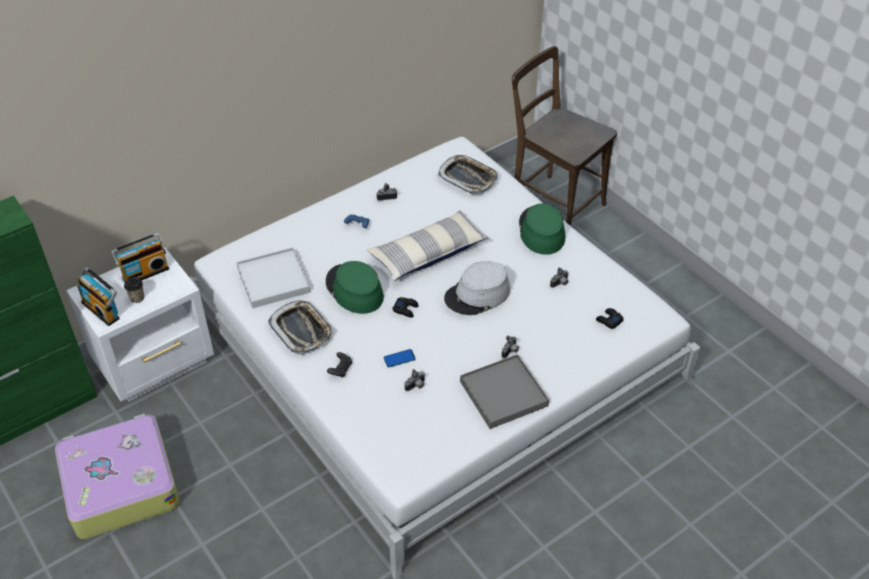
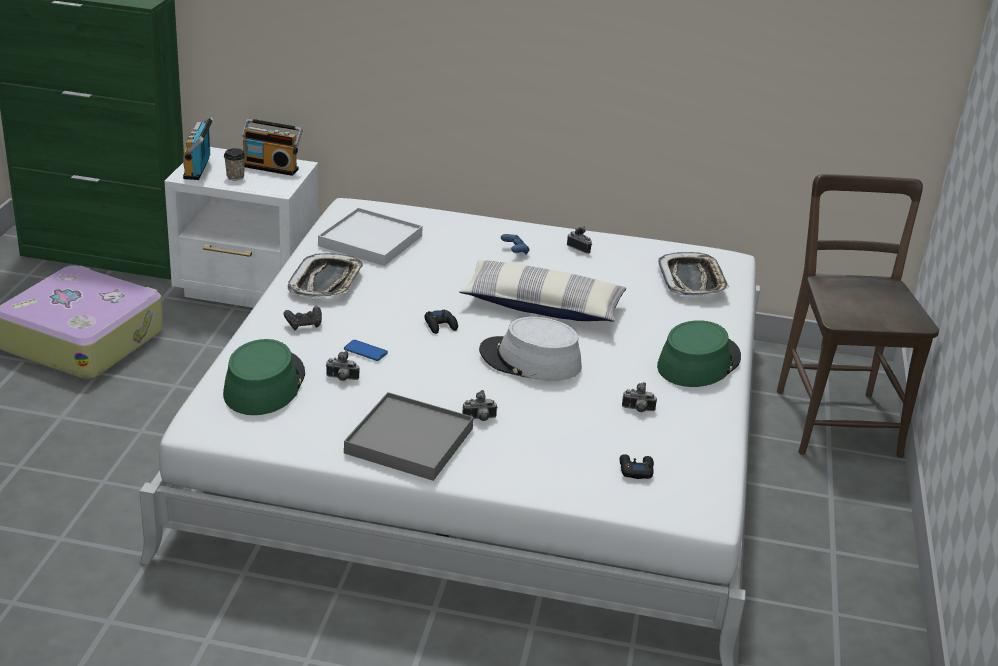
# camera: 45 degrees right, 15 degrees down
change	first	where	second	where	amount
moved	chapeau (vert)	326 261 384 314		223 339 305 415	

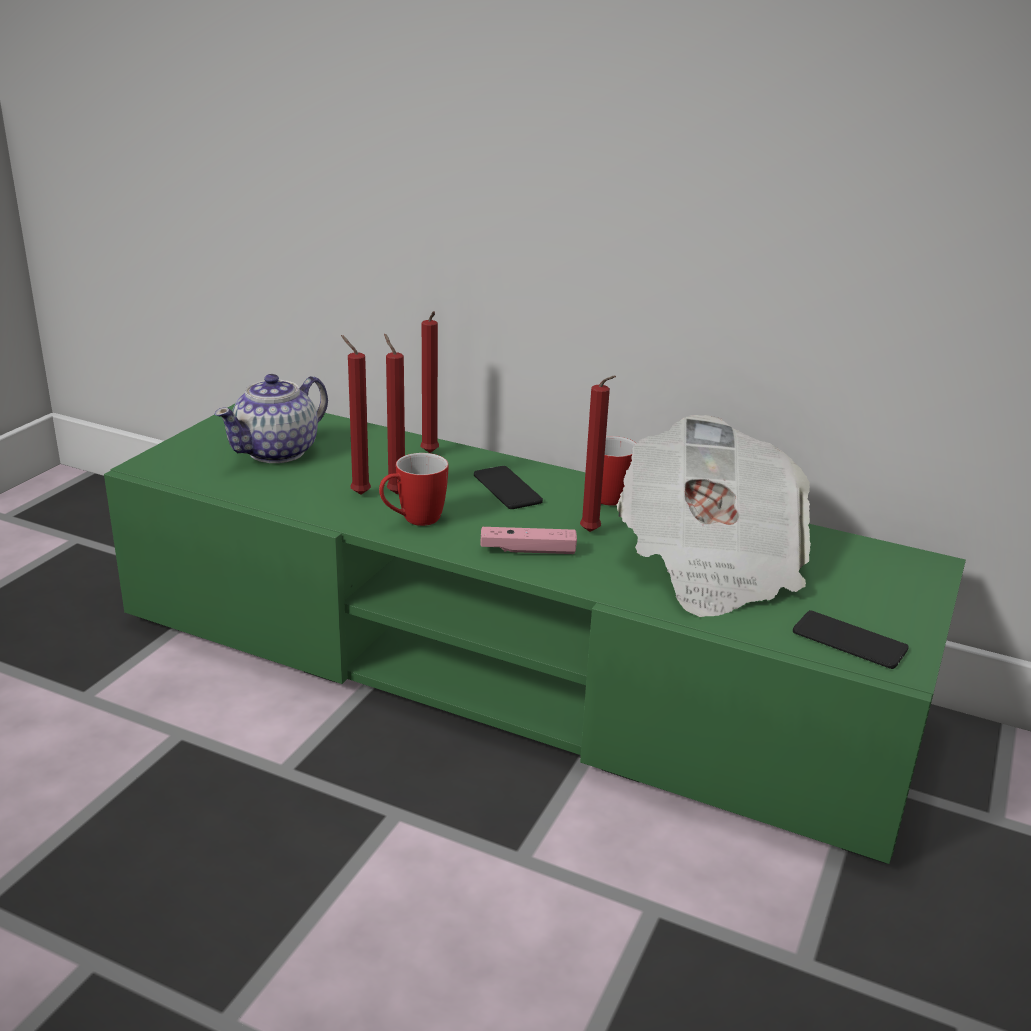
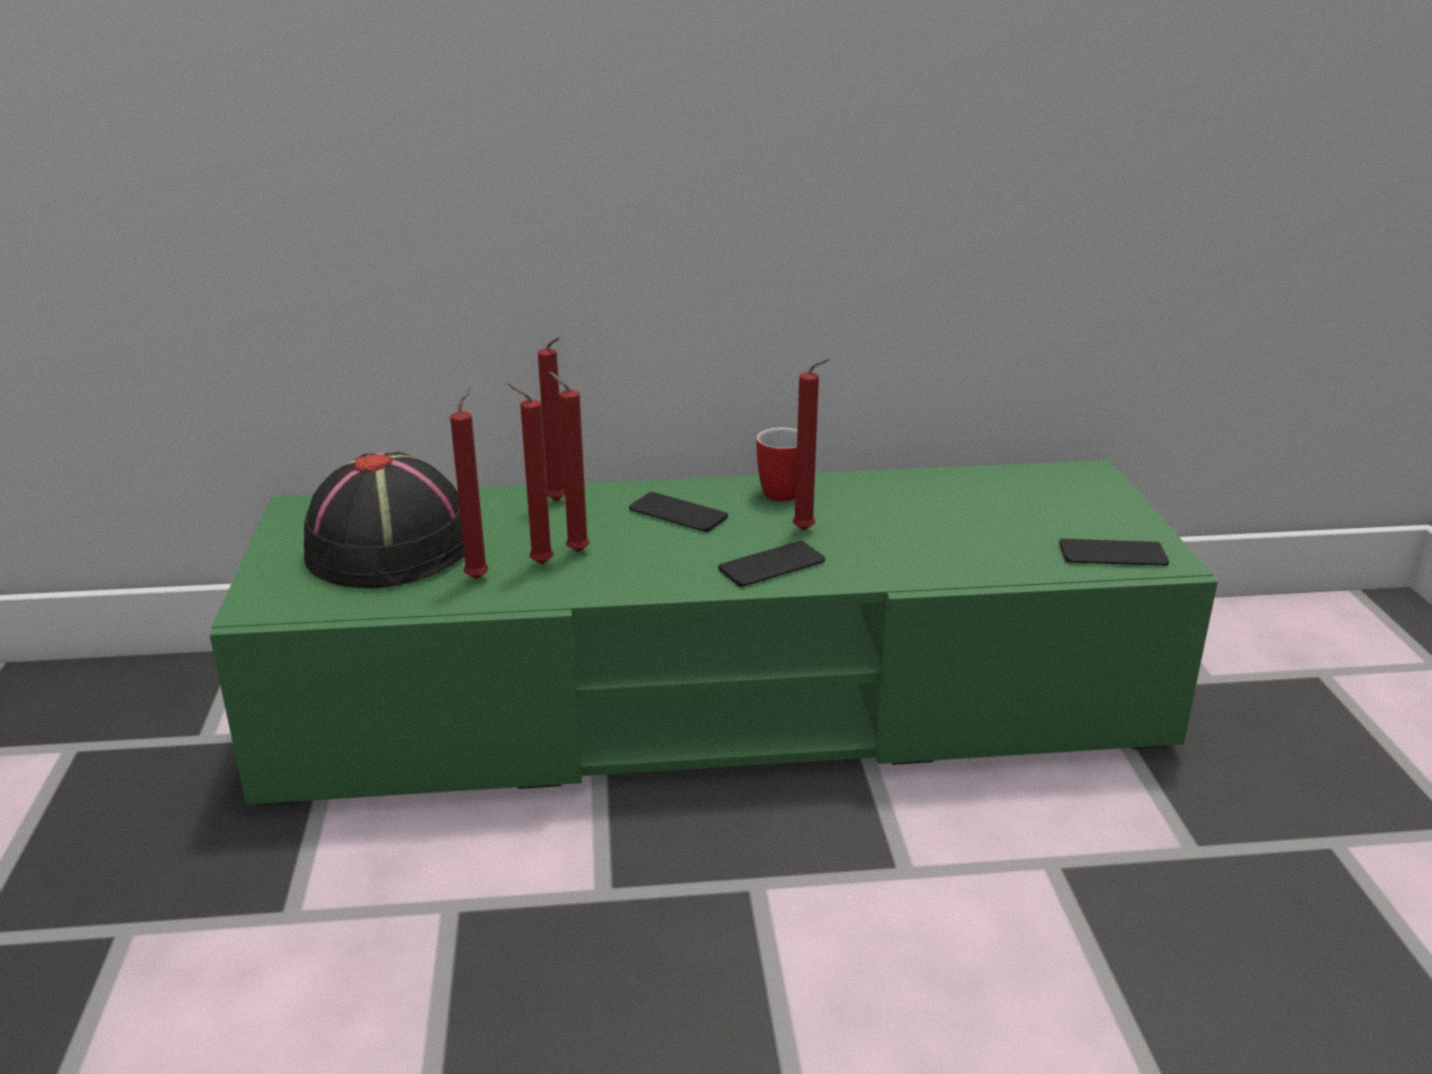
# camera: 30 degrees left, 0 degrees up
change	first	where	second	where	amount
replaced	théière	214 374 328 463	chapeau (noir)	304 452 464 588	
removed	mug	379 453 448 526			
replaced	manette (rose)	481 527 577 554	téléphone	718 541 825 587	
removed	journal	616 415 811 617			
added			bougie (rouge)	450 388 489 579	

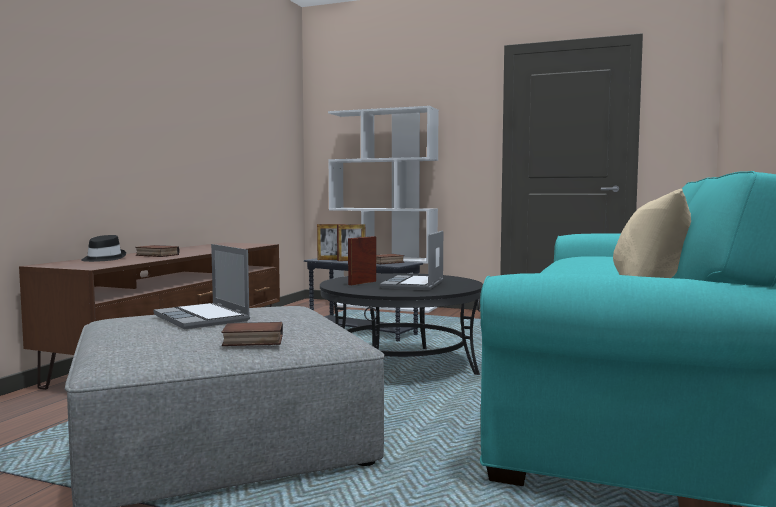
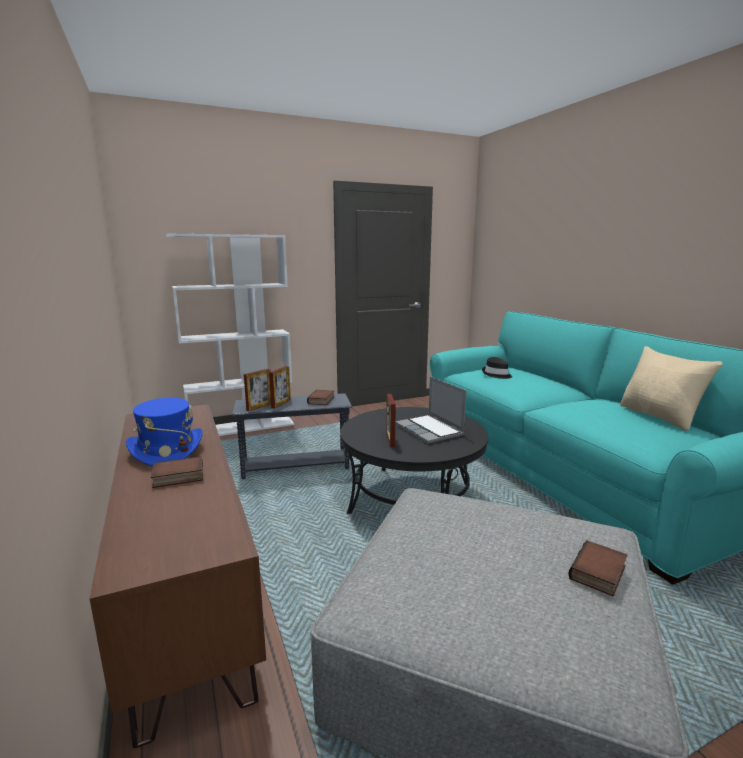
# camera: 45 degrees left, 10 degrees up
change	first	where	second	where	amount
moved	chapeau (noir)	81 235 126 262		482 357 513 379	
removed	ordinateur portable	153 244 250 329			
added			chapeau (bleu)	126 398 203 466	

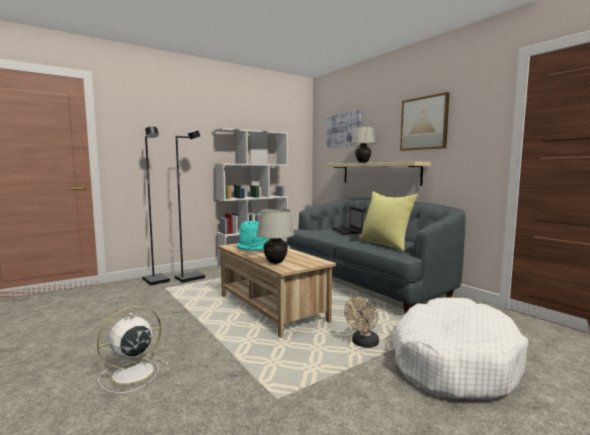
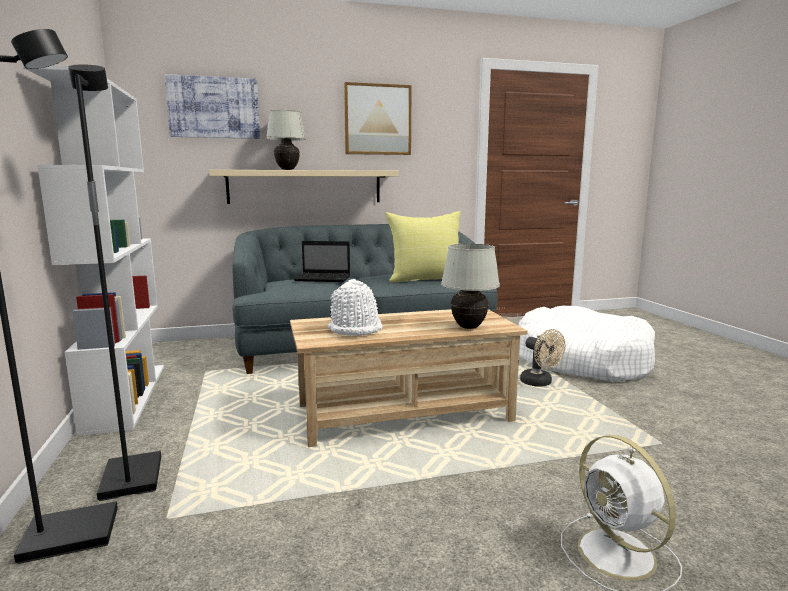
# camera: 70 degrees left, 5 degrees up
change	first	where	second	where	amount
recoloured	chapeau (turquoise)	237 221 270 251	chapeau (blanc)	327 279 383 336	

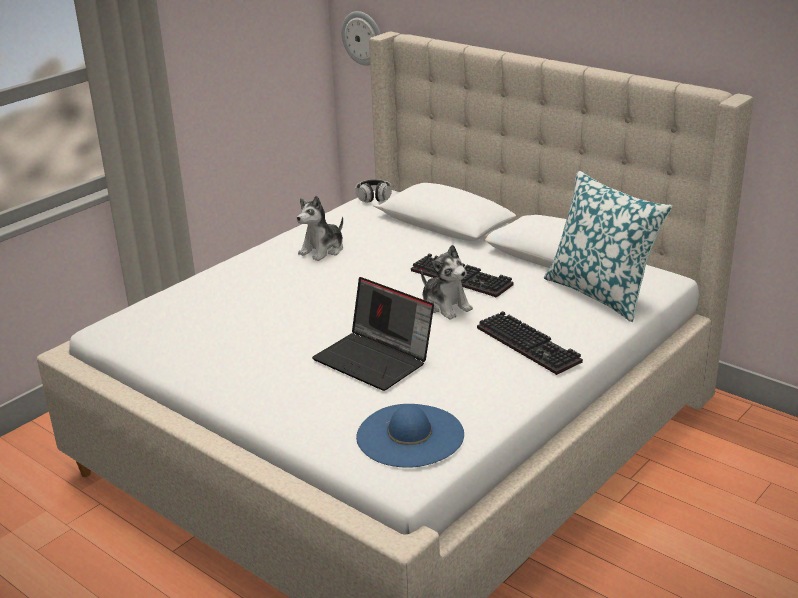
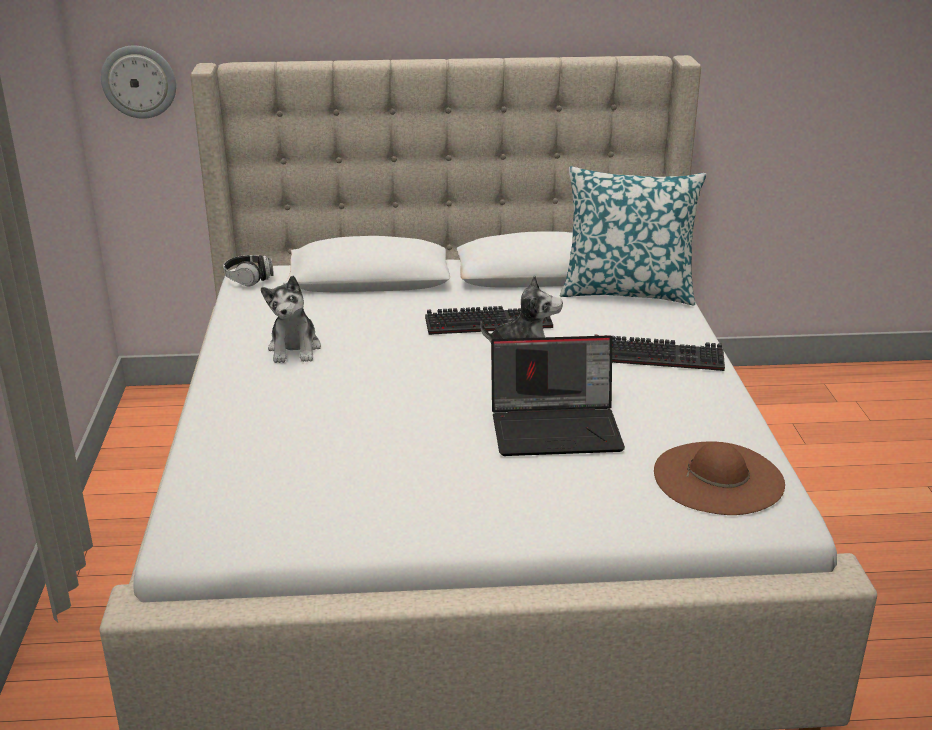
# camera: 45 degrees left, 0 degrees up
change	first	where	second	where	amount
recoloured	chapeau (bleu)	356 404 464 468	chapeau (marron)	654 441 785 515	

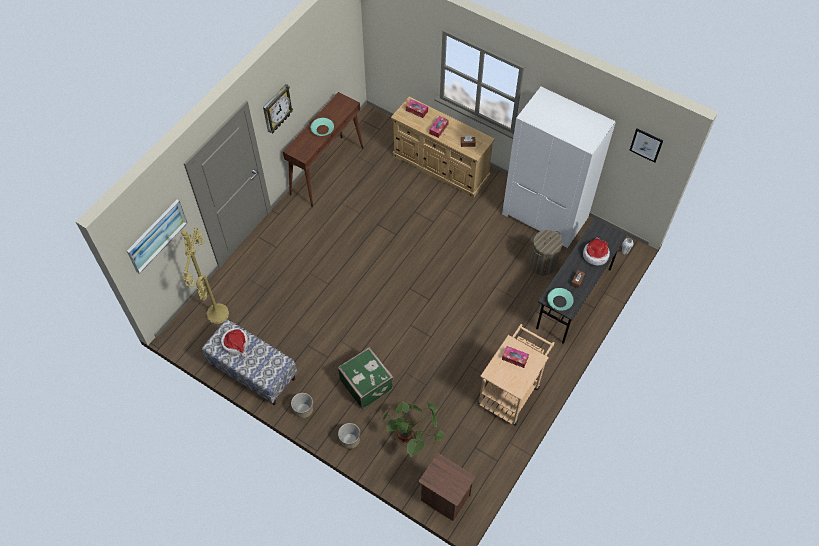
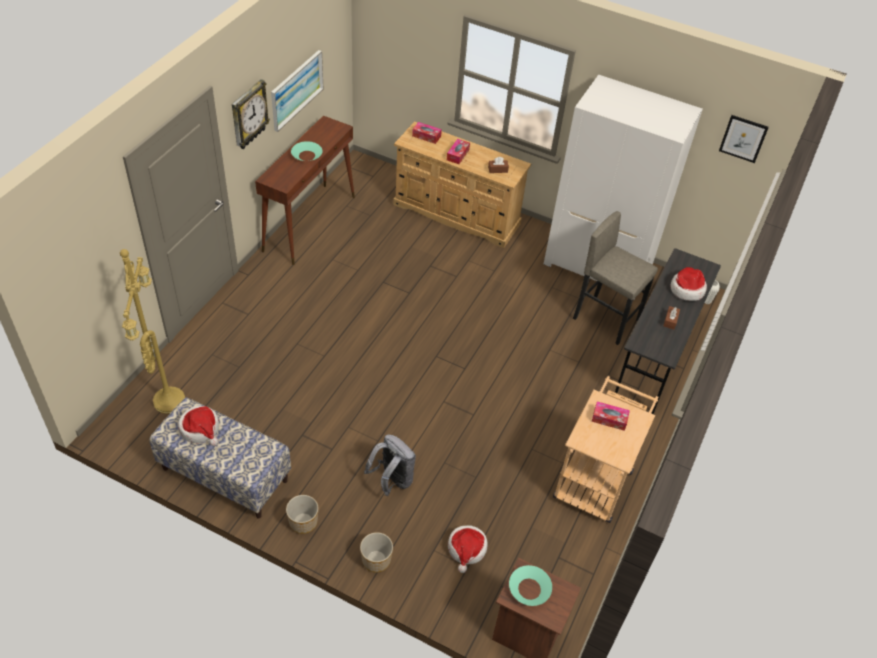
# camera: 10 degrees left, 10 degrees down
change	first	where	second	where	amount
moved	tableau	127 200 187 274		271 50 323 132	
replaced	valise (vert)	338 347 394 409	sac à dos (gris)	364 434 416 496	
replaced	plante en pot	383 401 445 458	chapeau	448 525 488 573	
replaced	panier à linge	529 230 562 275	tabouret (gris)	573 211 658 345	
moved	bol (turquoise)	547 288 574 311		509 565 552 606	

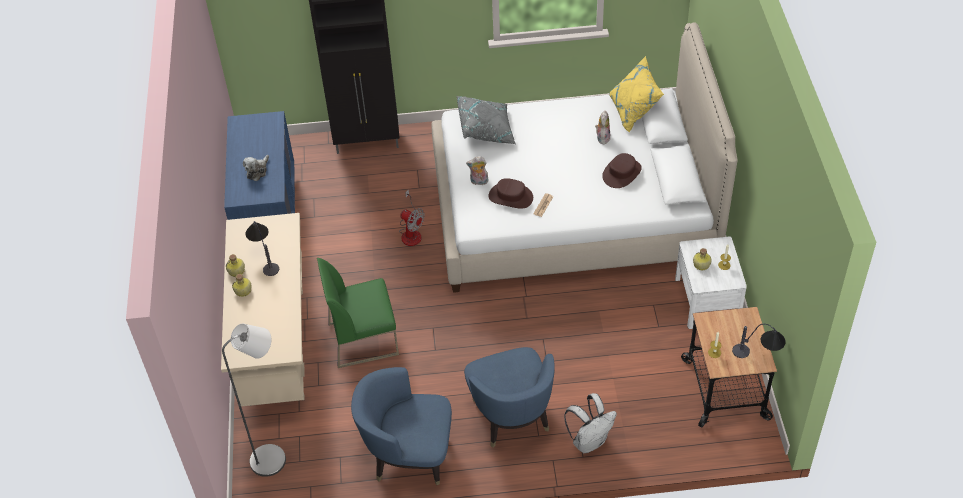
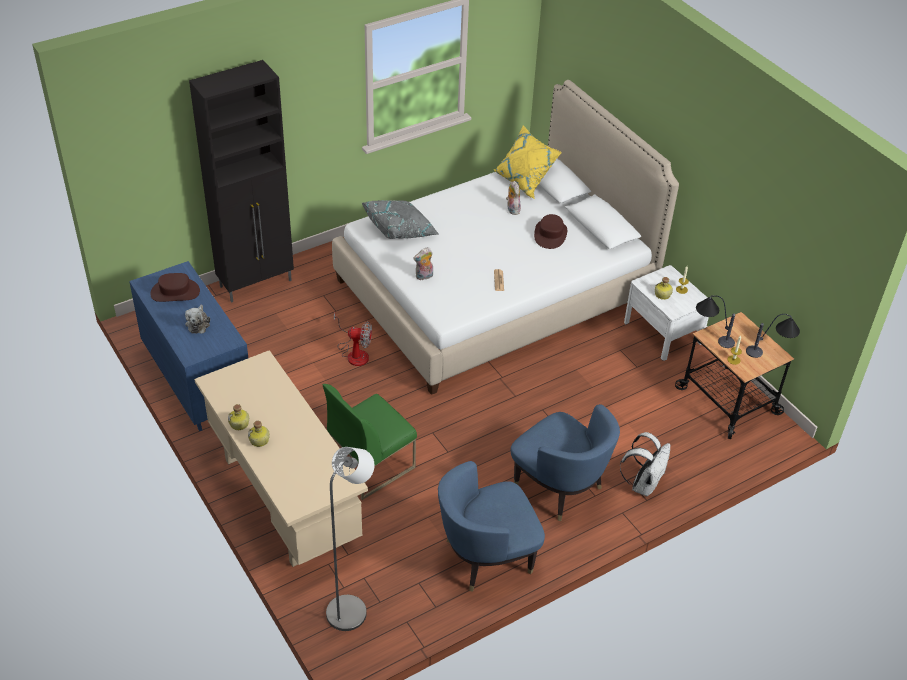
# camera: 30 degrees left, 5 degrees down
change	first	where	second	where	amount
moved	lampe de table	245 221 279 276		696 295 735 348	
moved	chapeau (marron)	489 178 533 209		151 273 200 302	

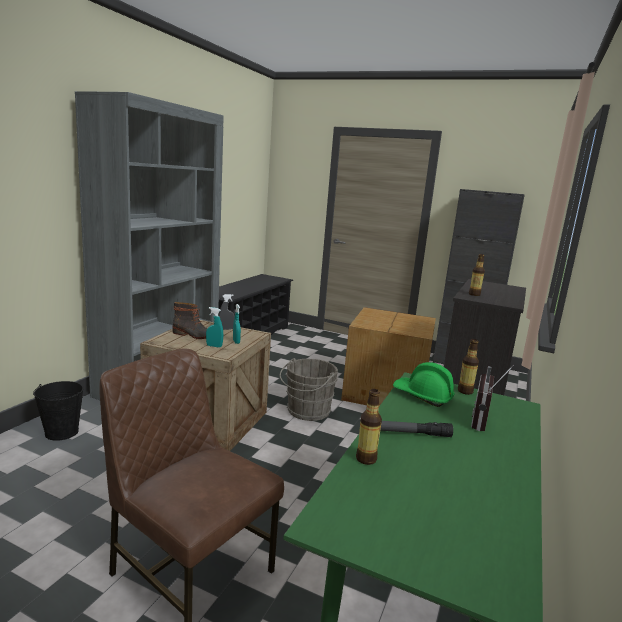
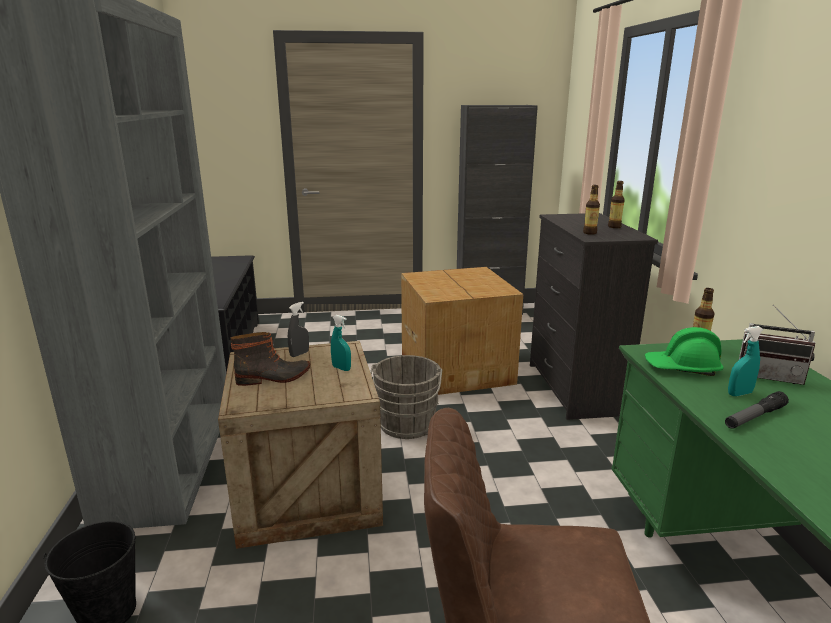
# camera: 30 degrees left, 5 degrees up
change	first	where	second	where	amount
moved	vaporisateur (turquoise)	206 307 223 348		728 326 763 396	
moved	bouteille	356 389 382 465		608 181 625 228	
turned	radio	471 365 514 431		739 305 815 385	60 degrees counterclockwise

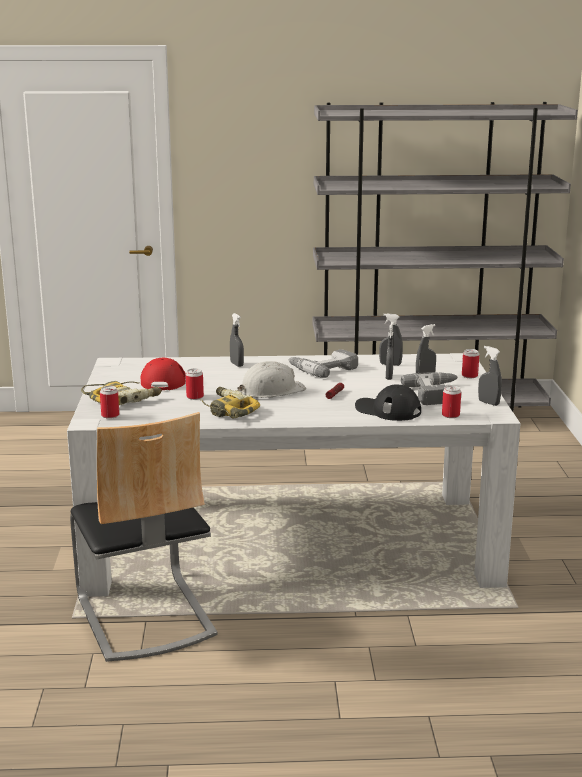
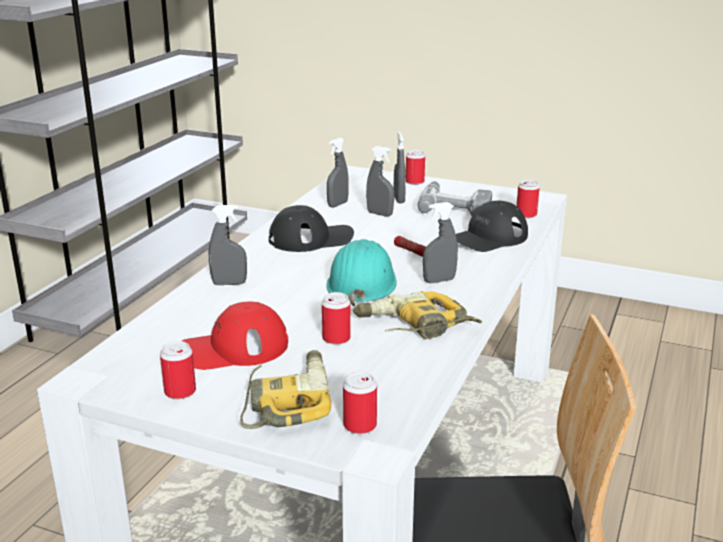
# camera: 65 degrees left, 5 degrees up
change	first	where	second	where	amount
turned	casquette (rouge)	140 358 186 390		182 302 288 370	45 degrees counterclockwise
recoloured	casque de chantier (blanc)	237 361 306 398	casque de chantier (turquoise)	327 239 397 306	
replaced	perceuse	289 349 358 378	casquette (noir)	269 205 354 252	
moved	vaporisateur (gris)	478 346 502 406		423 202 458 283	
added			boîte métallique	160 341 196 399	

